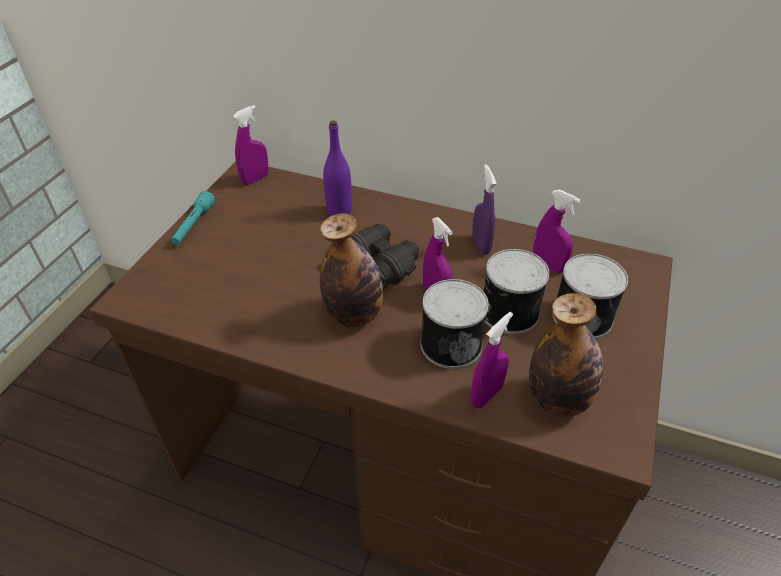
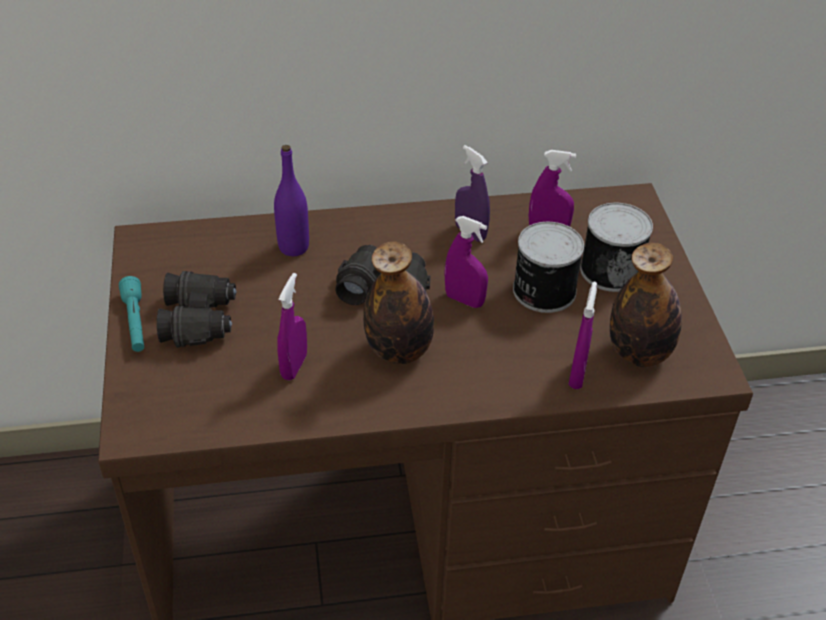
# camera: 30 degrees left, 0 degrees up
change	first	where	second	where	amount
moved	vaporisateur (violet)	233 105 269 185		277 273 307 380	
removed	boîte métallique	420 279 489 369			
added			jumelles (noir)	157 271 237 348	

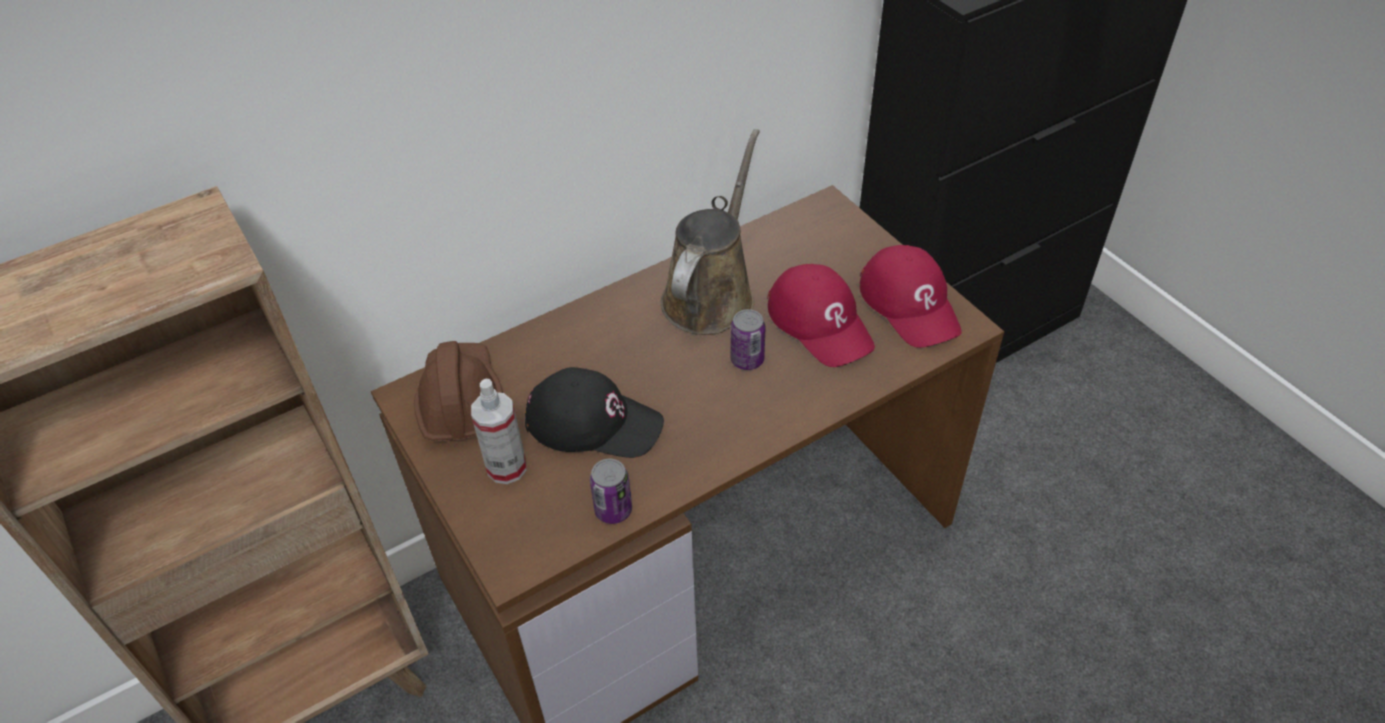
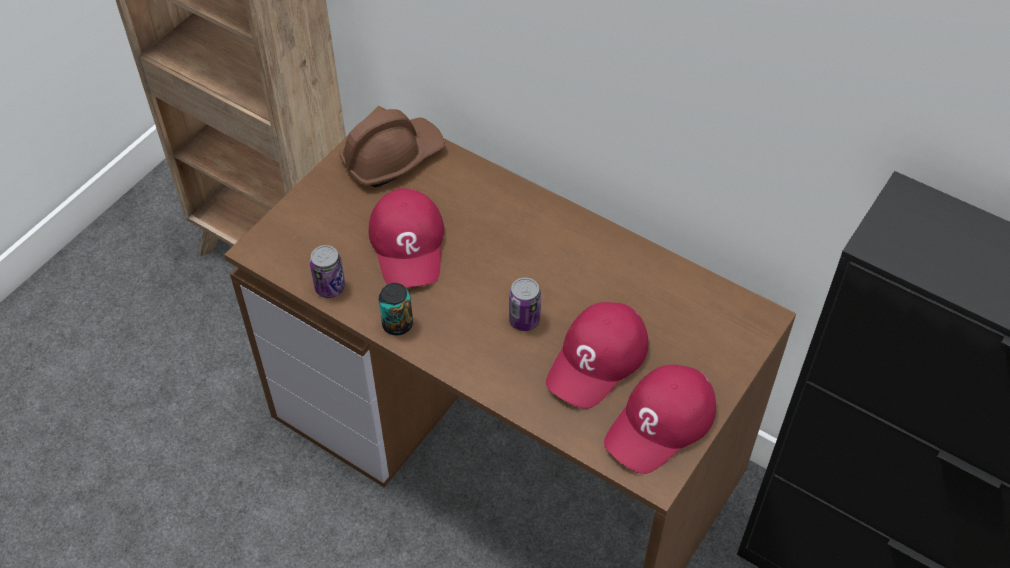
# camera: 65 degrees right, 5 degrees up
change	first	where	second	where	amount
removed	vaporisateur	471 378 526 484			
recoloured	casquette (noir)	525 367 664 458	casquette (rouge)	369 188 444 287	
removed	arrosoir (marron)	661 129 760 335			
added			boîte métallique	379 283 413 335	

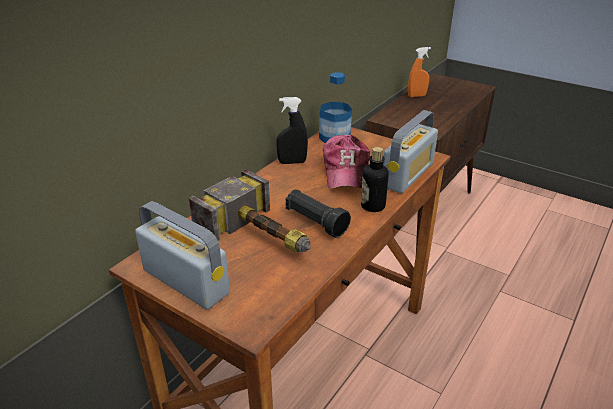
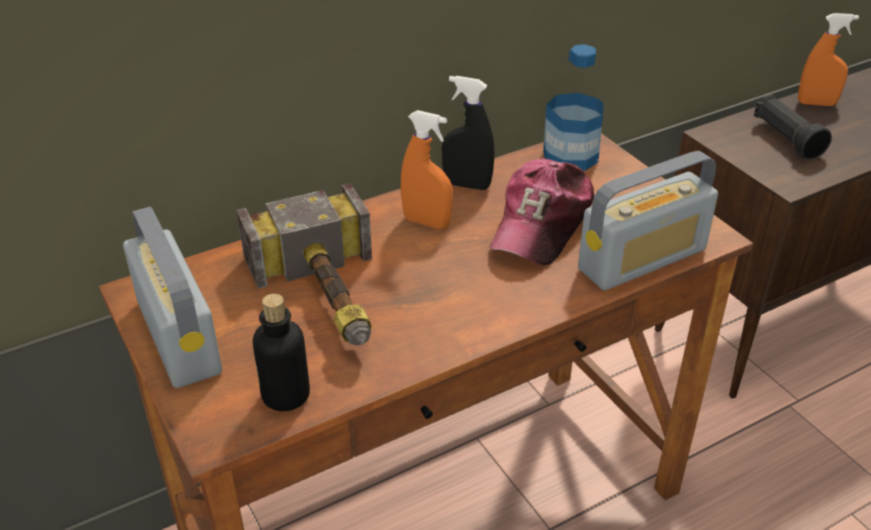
# camera: 25 degrees right, 5 degrees up
change	first	where	second	where	amount
moved	lampe de poche (noir)	286 189 351 238		754 95 832 160	
moved	bouteille	361 147 389 212		253 294 310 411	
added			vaporisateur (orange)	401 110 453 229	

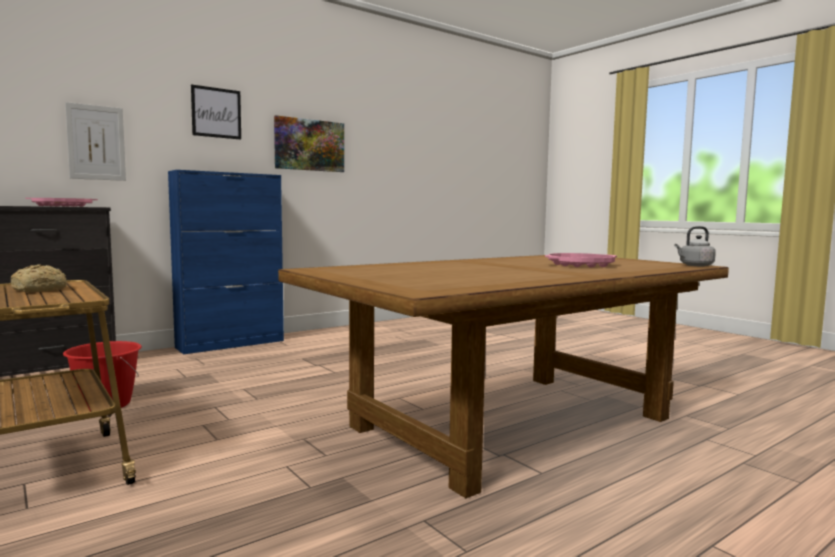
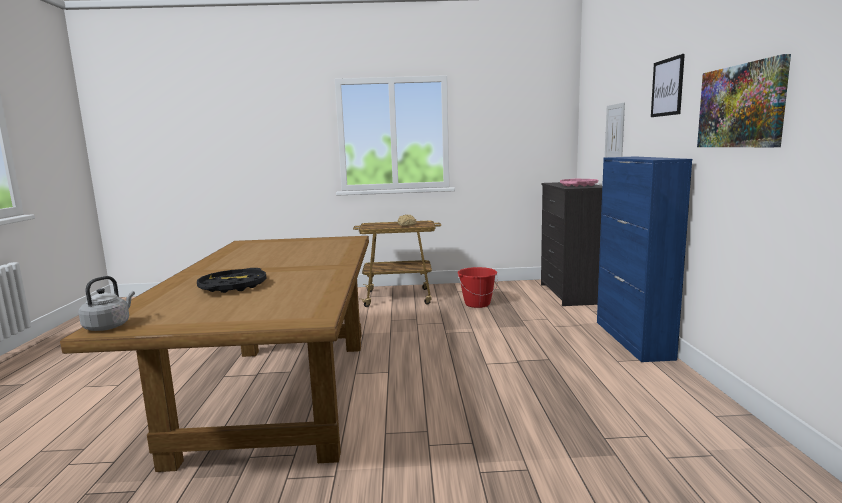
# camera: 125 degrees right, 5 degrees up
change	first	where	second	where	amount
recoloured	plateau (rose)	545 253 617 268	plateau (noir)	197 268 266 293	

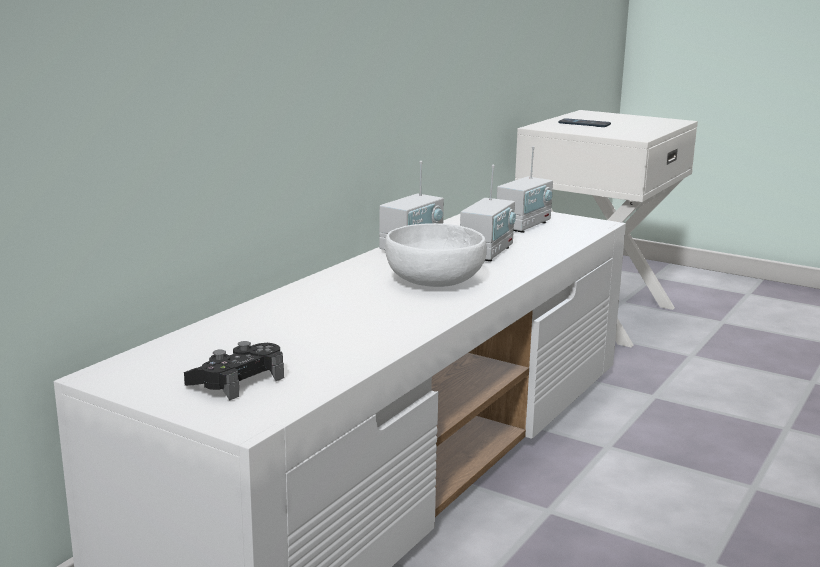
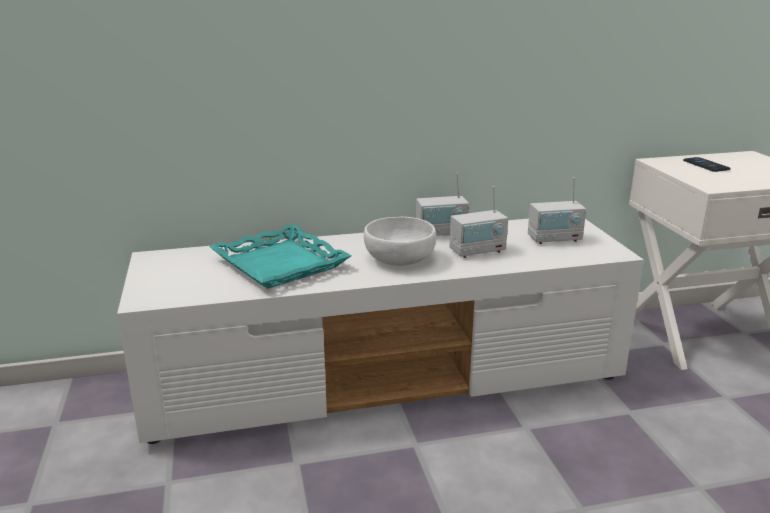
# camera: 45 degrees right, 5 degrees up
change	first	where	second	where	amount
removed	manette (noir)	184 341 284 400			
added			plateau (turquoise)	209 224 352 289	

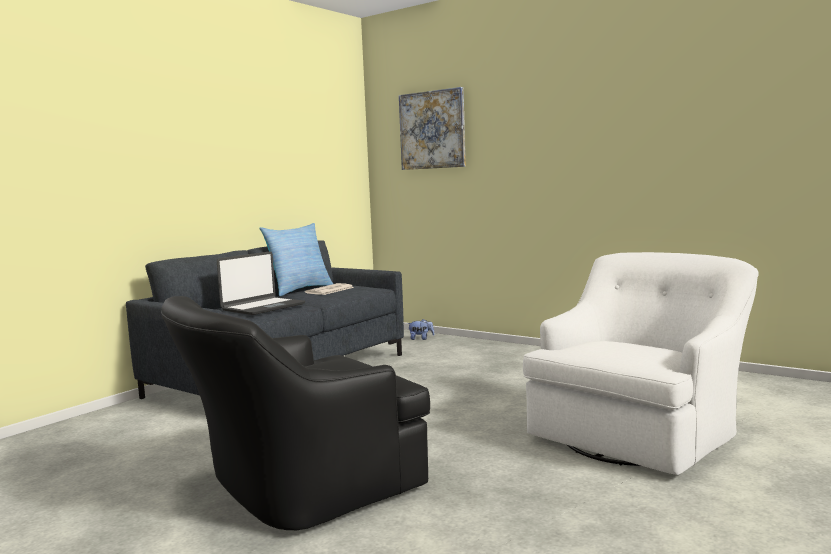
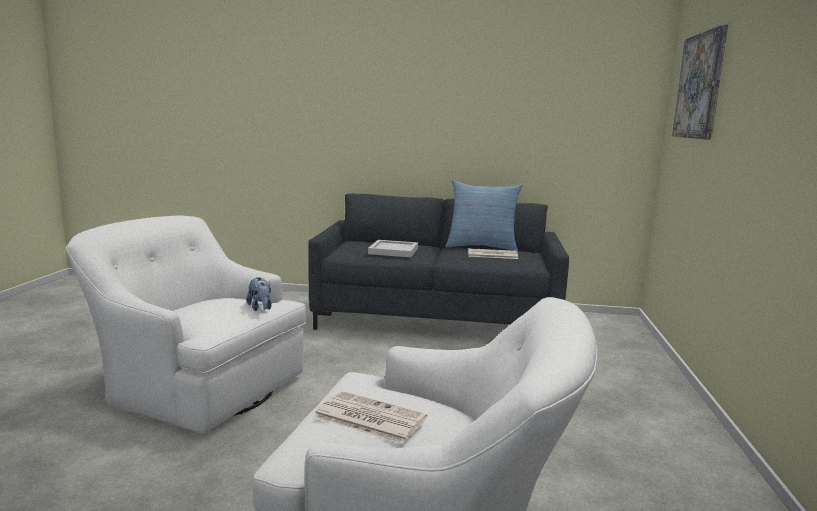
# camera: 60 degrees right, 5 degrees up
change	first	where	second	where	amount
recoloured	fauteuil (noir)	161 296 430 531	fauteuil (blanc)	66 215 306 433	
replaced	ordinateur portable	217 251 305 315	plateau (blanc)	368 240 418 257	
moved	peluche	407 319 434 340		246 277 272 311	
added			journal	313 391 428 444	

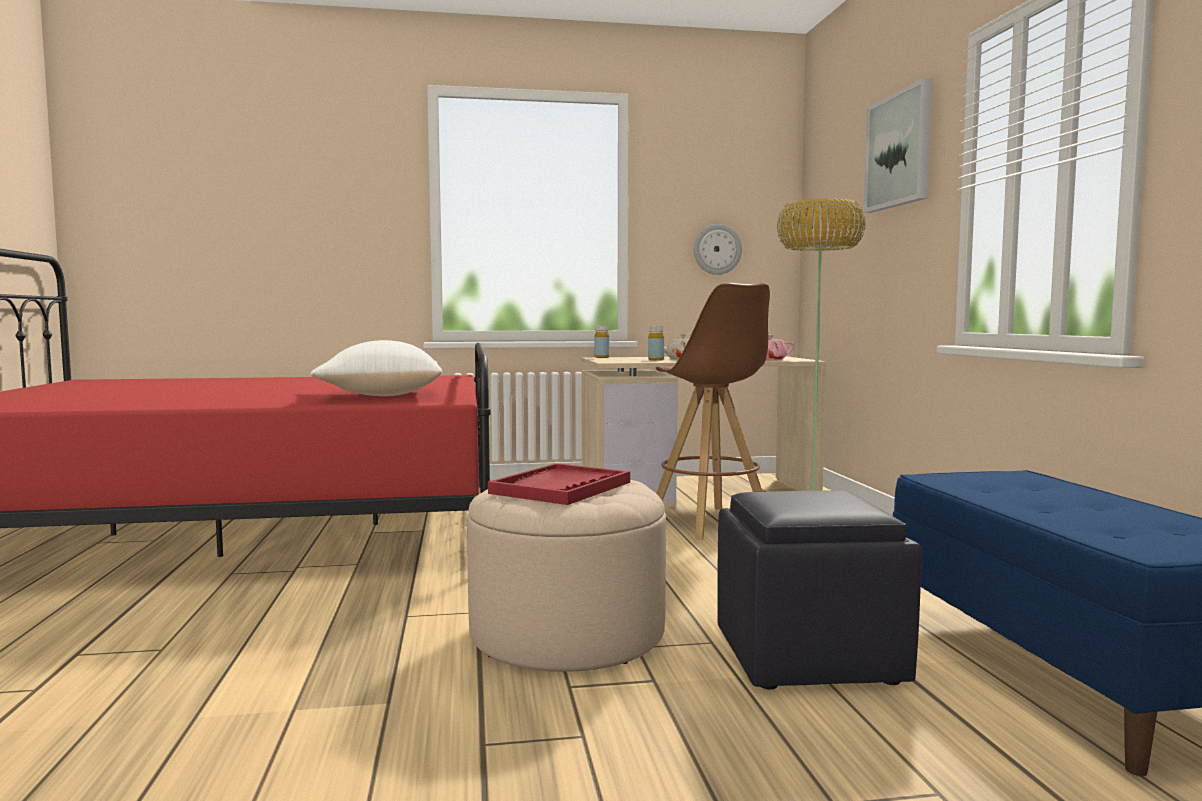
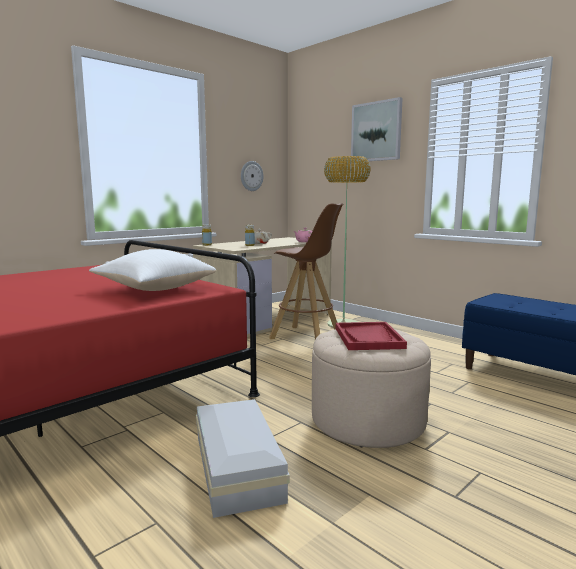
# camera: 35 degrees left, 5 degrees up
change	first	where	second	where	amount
removed	pouf (noir)	717 490 922 689			
added			boîte de rangement (blanc)	196 399 290 518	

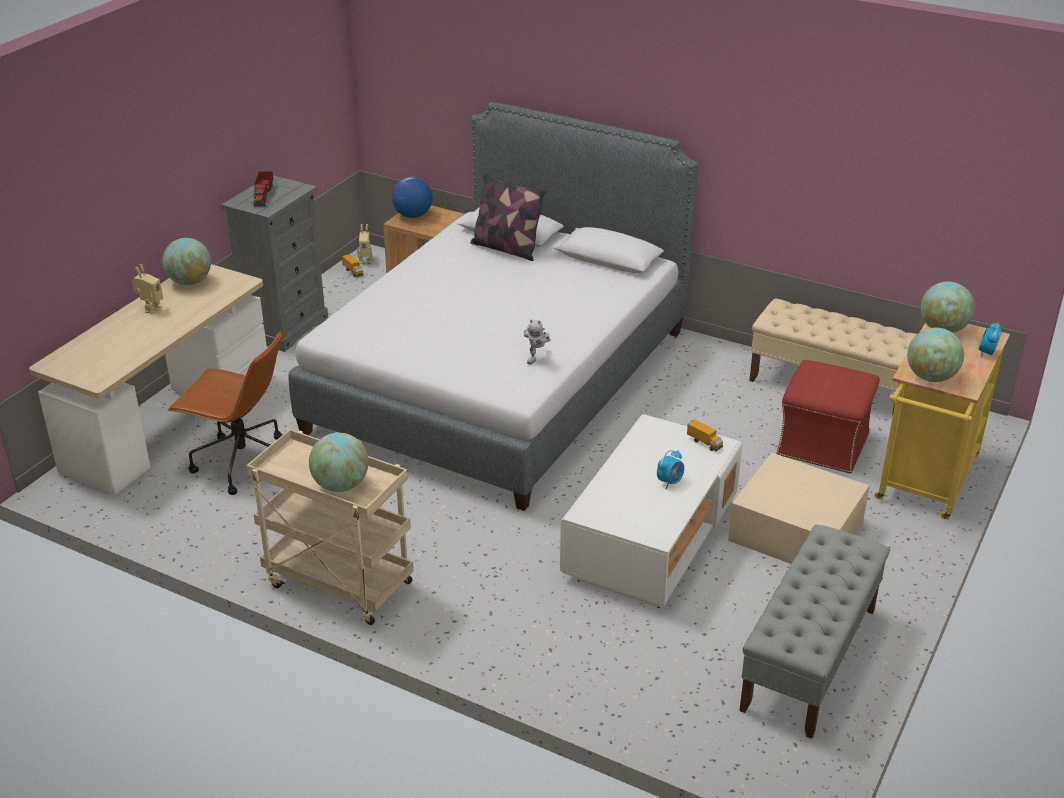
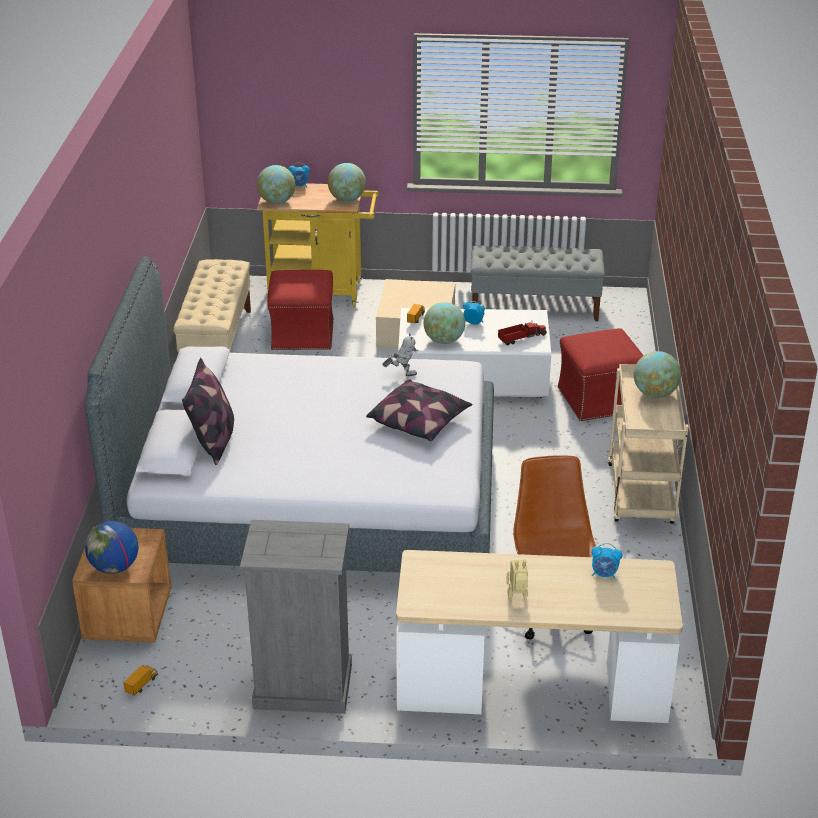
# camera: 115 degrees left, 0 degrees up
change	first	where	second	where	amount
moved	globe	162 238 211 285		424 302 465 344	
moved	camion jouet	253 171 273 207		498 323 547 346	
removed	robot jouet	357 224 373 264			
added			coussin	366 380 473 441	
added			pouf (rouge)	558 328 643 421	
added			réveil	591 543 622 579	

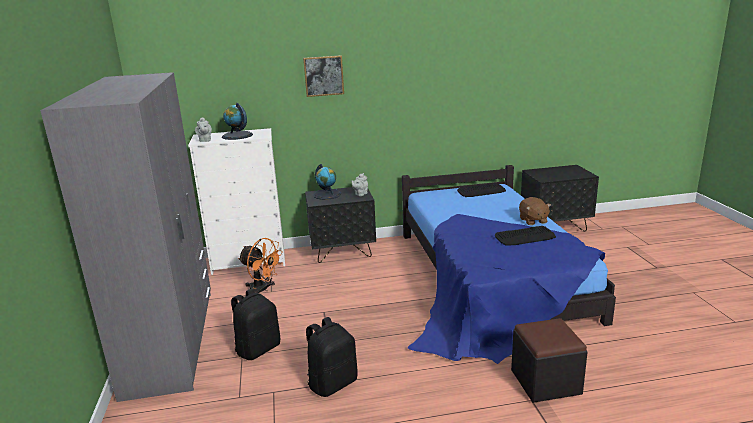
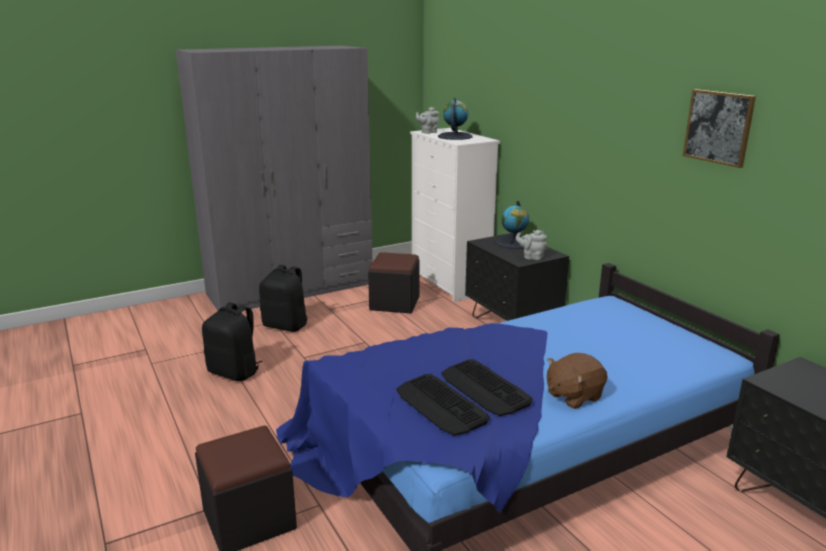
# camera: 70 degrees right, 0 degrees up
change	first	where	second	where	amount
replaced	ventilateur (orange)	238 238 283 294	pouf (noir)	368 252 420 313	
moved	tableau	303 55 344 97		683 89 756 168	
moved	clavier	457 183 506 197		396 374 490 436	

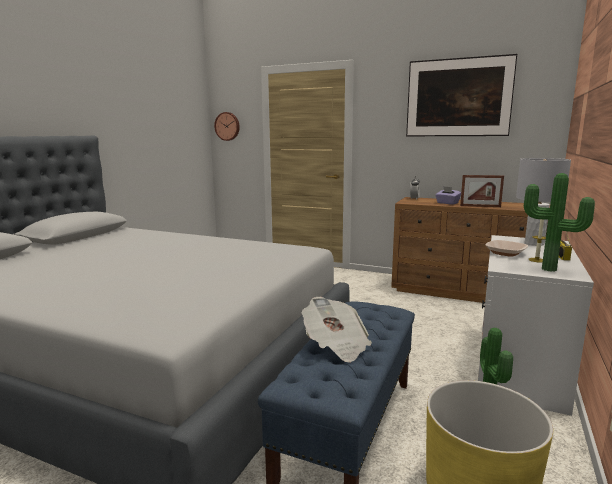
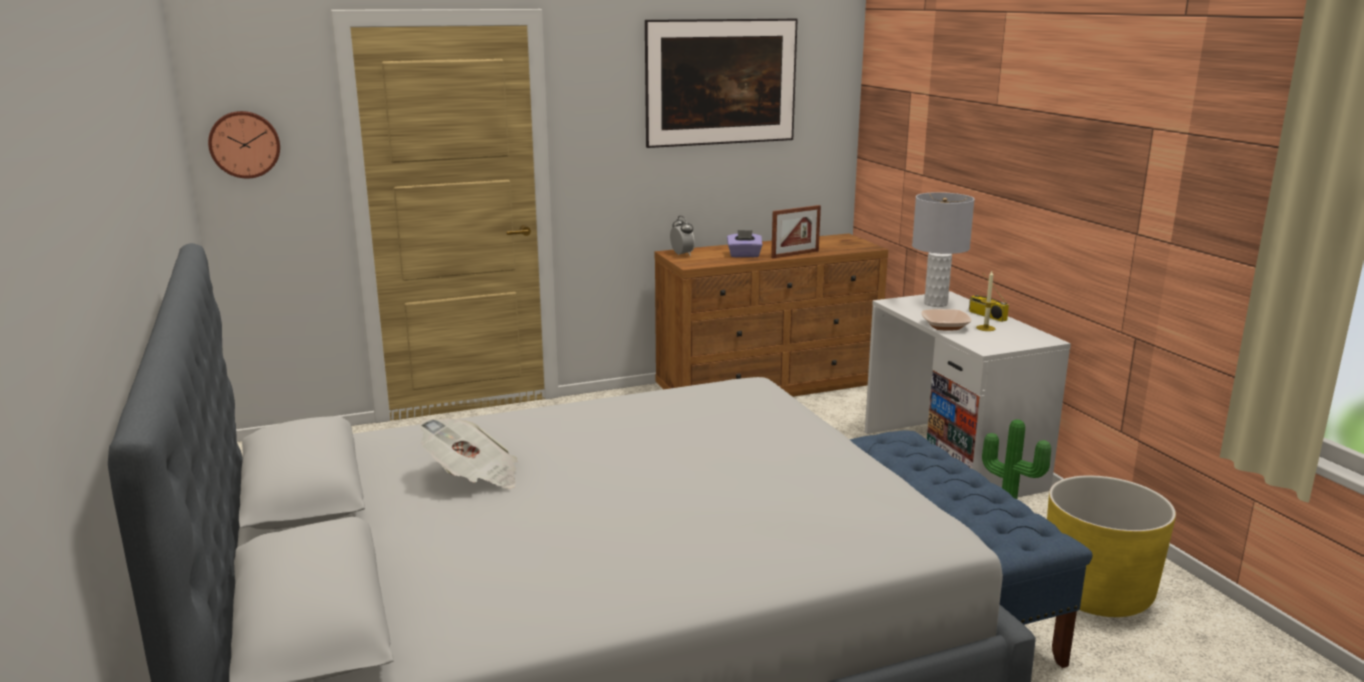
# camera: 45 degrees left, 5 degrees up
change	first	where	second	where	amount
moved	journal	302 297 372 363		420 418 518 489	
removed	plante en pot	524 173 595 272			

